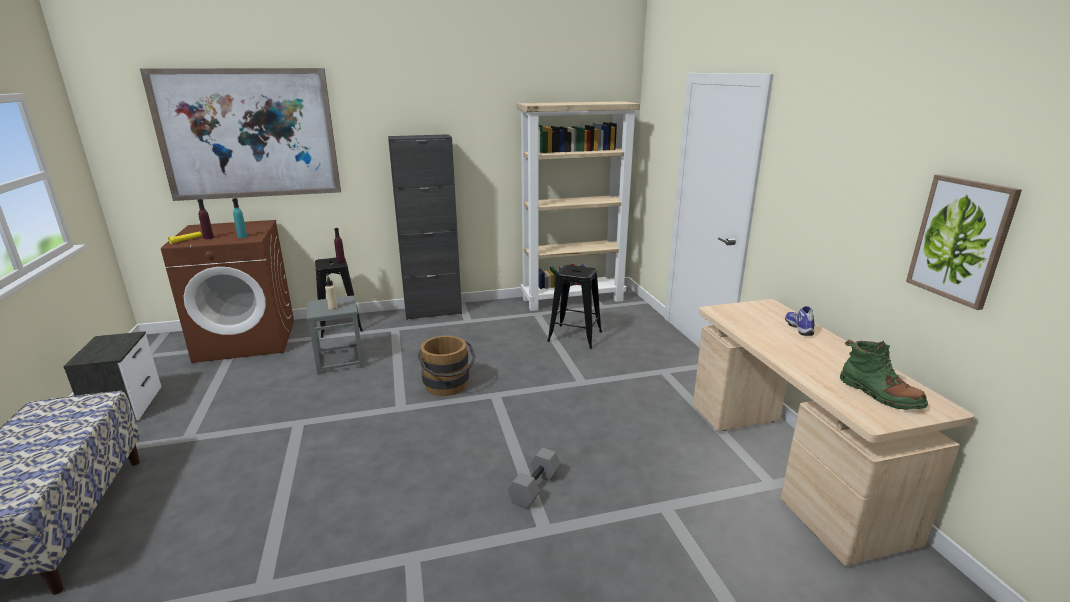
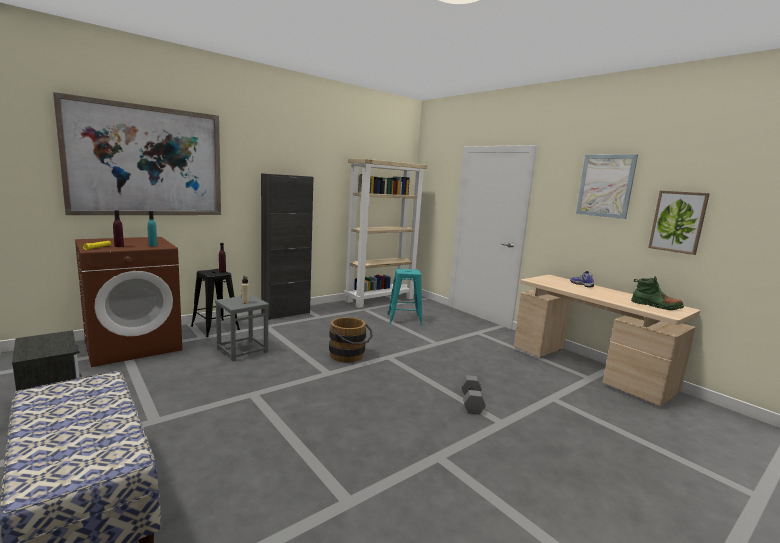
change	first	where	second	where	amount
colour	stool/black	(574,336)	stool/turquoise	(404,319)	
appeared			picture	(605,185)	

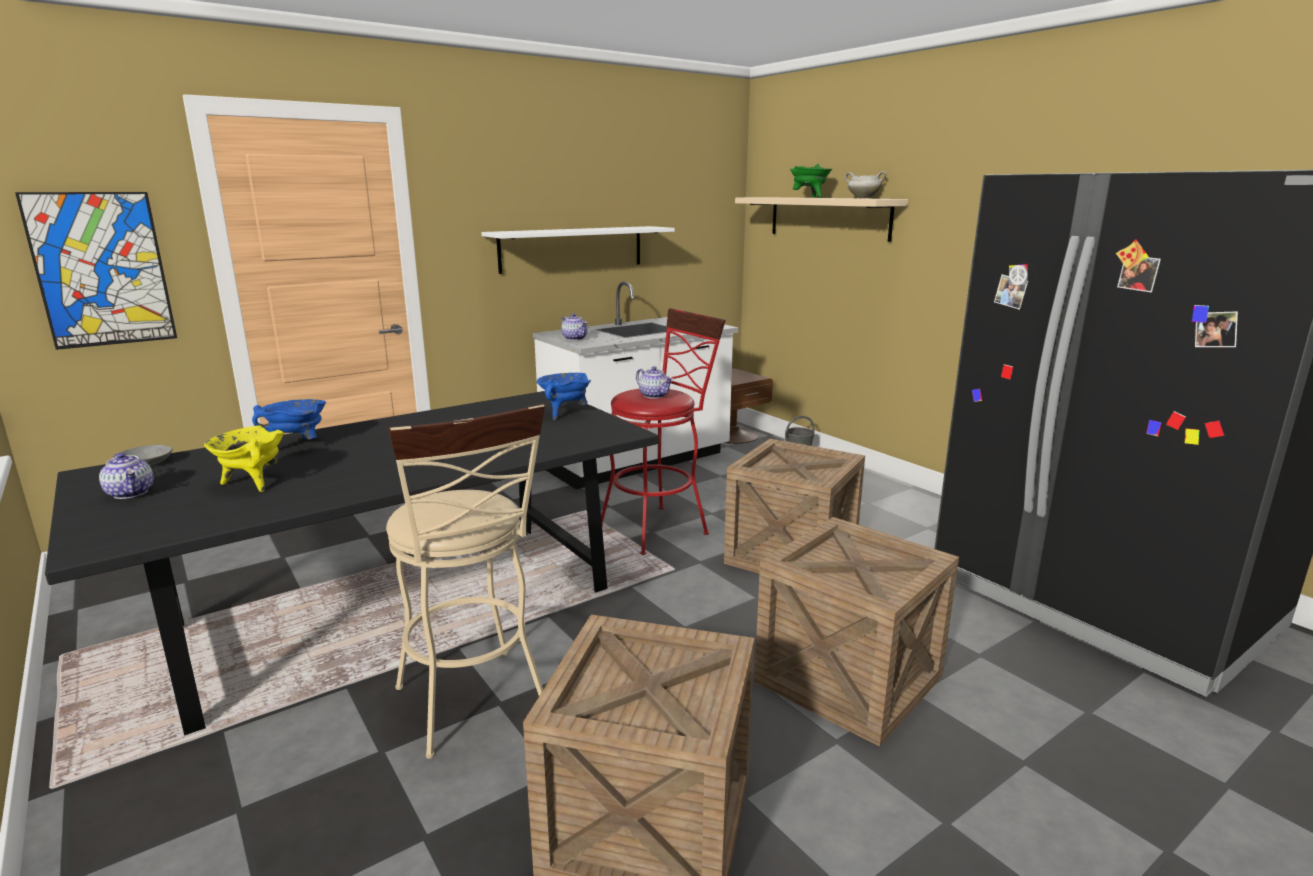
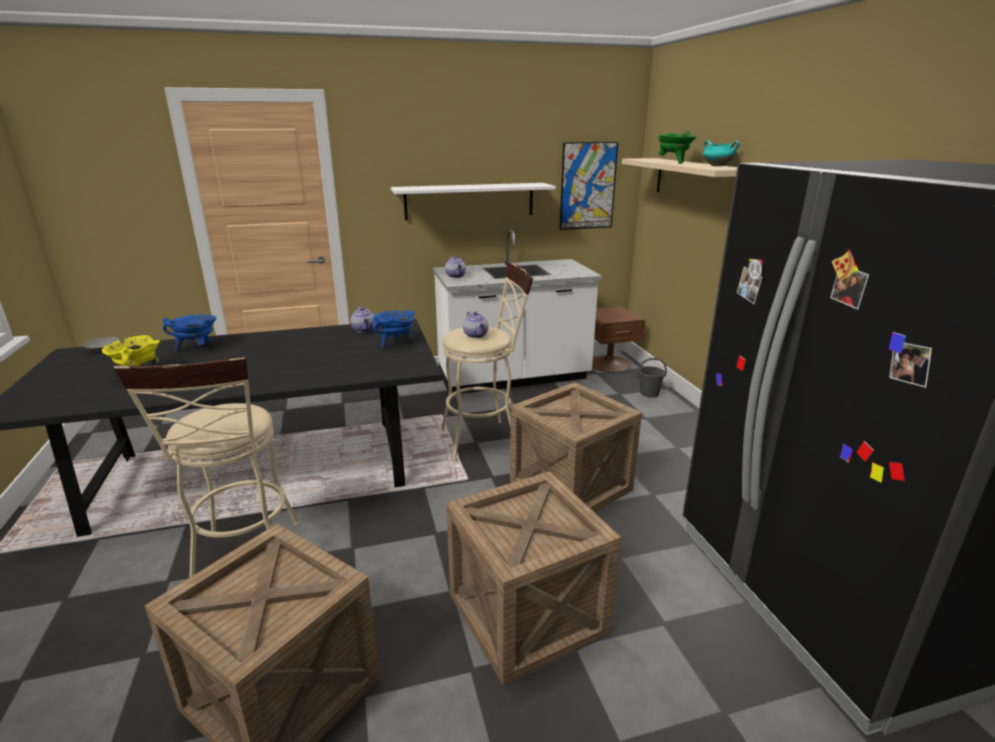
change	first	where	second	where	amount
relocated	picture	(101,270)		(588,186)	
relocated	teapot	(131,493)		(364,330)	
colour	stool/red	(660,527)	stool/beige	(486,439)	
colour	cooking pot/white	(863,198)	cooking pot/turquoise	(717,166)	

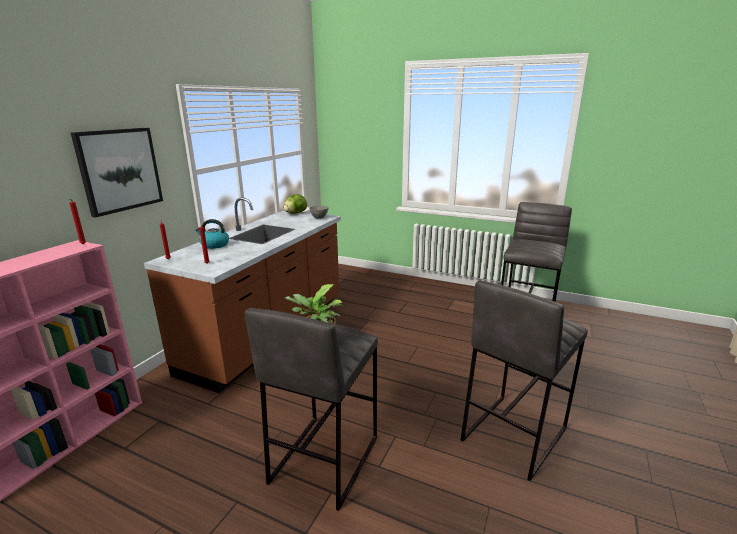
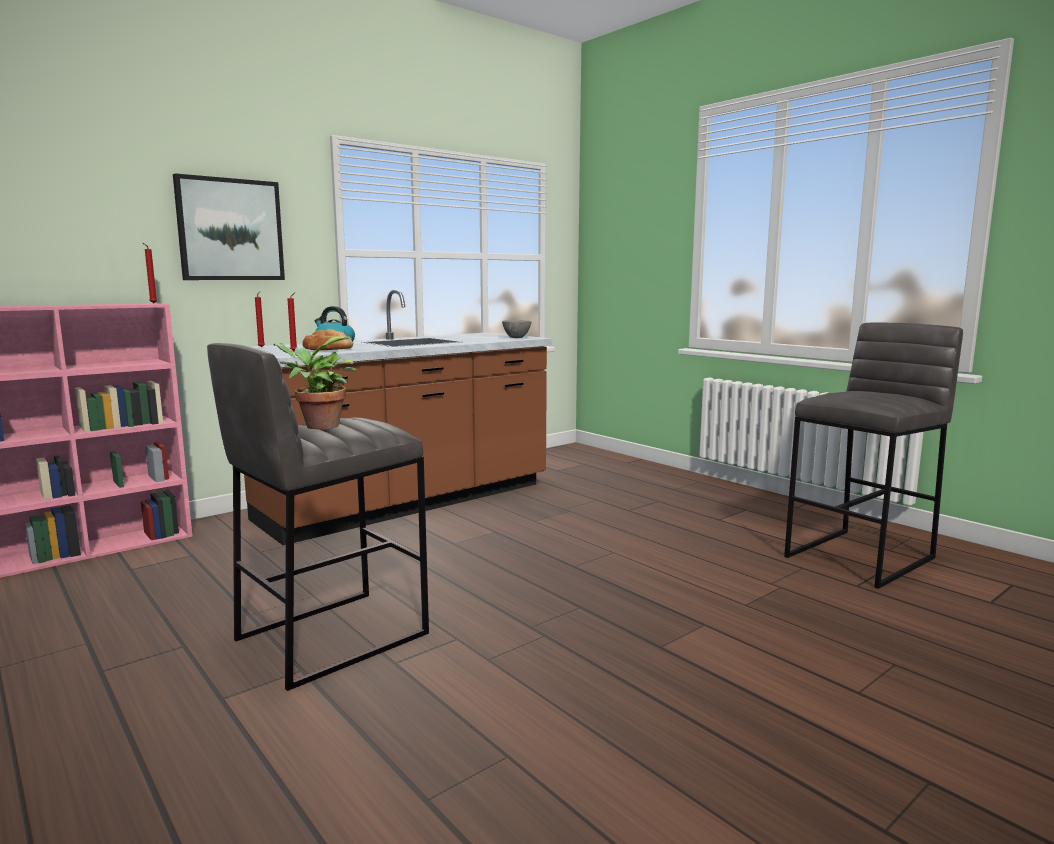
change	first	where	second	where	amount
missing	lettuce	(295,213)			
missing	stool/grey	(512,434)			
appeared			bread	(328,349)	

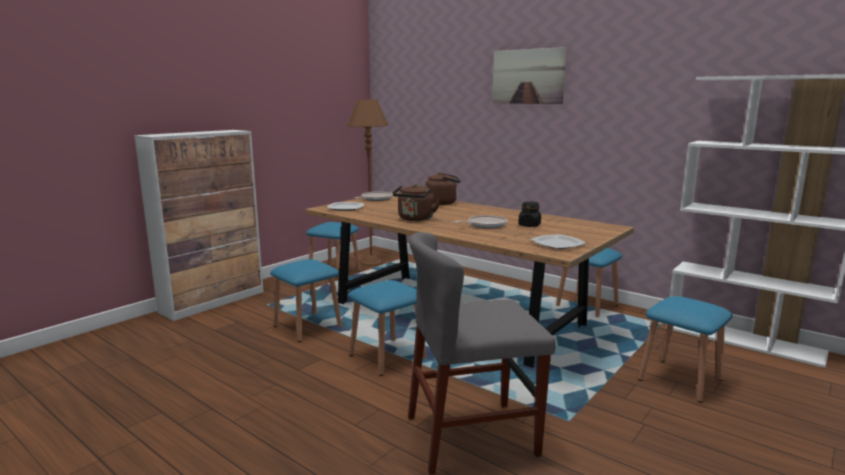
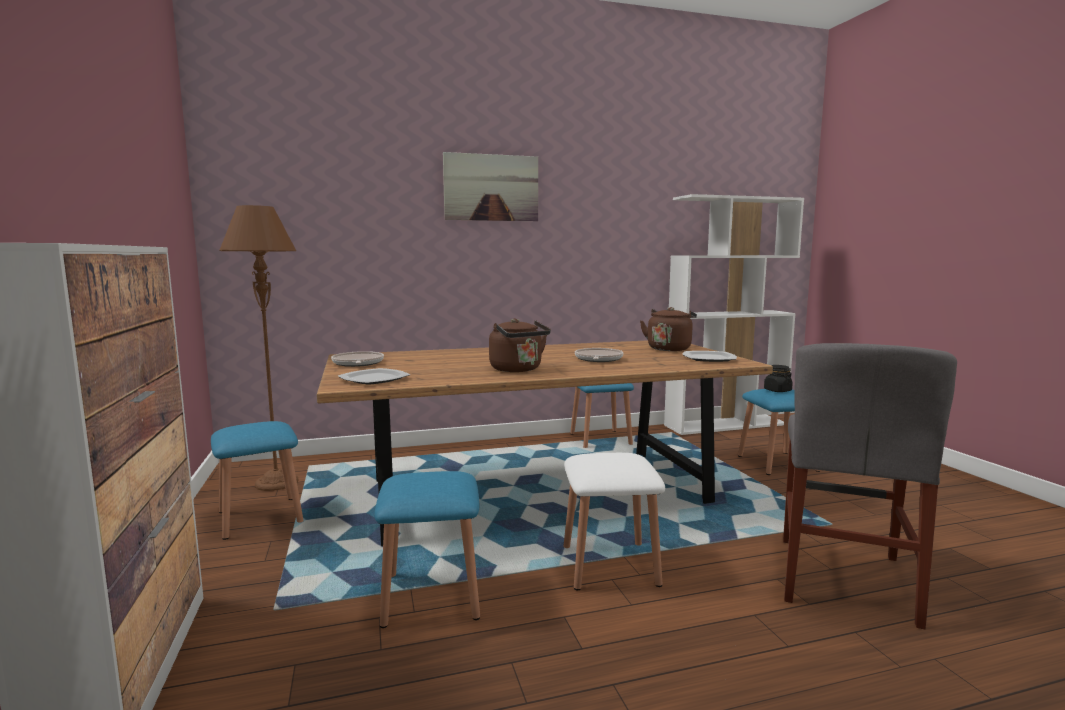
change	first	where	second	where	amount
colour	stool/blue	(387,356)	stool/white	(609,565)	
relocated	kettle/brown	(443,203)		(669,348)	
relocated	jar/black	(529,225)		(777,390)	

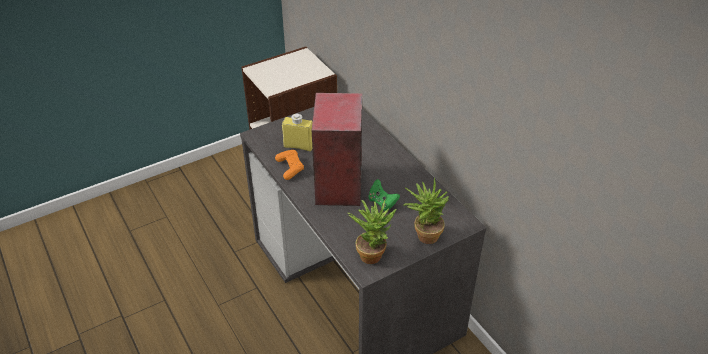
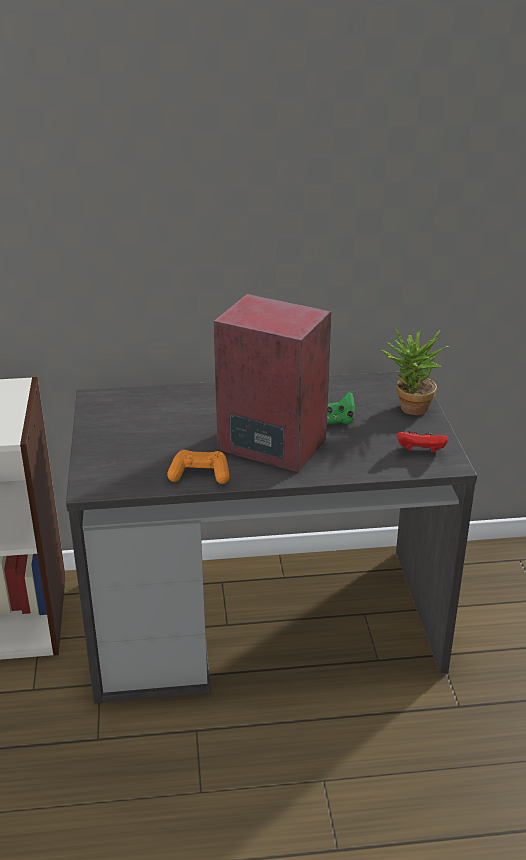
change	first	where	second	where	amount
missing	bottle/yellow	(298,146)			
exchanged	potted plant	(372,253)	game controller/red	(420,452)	

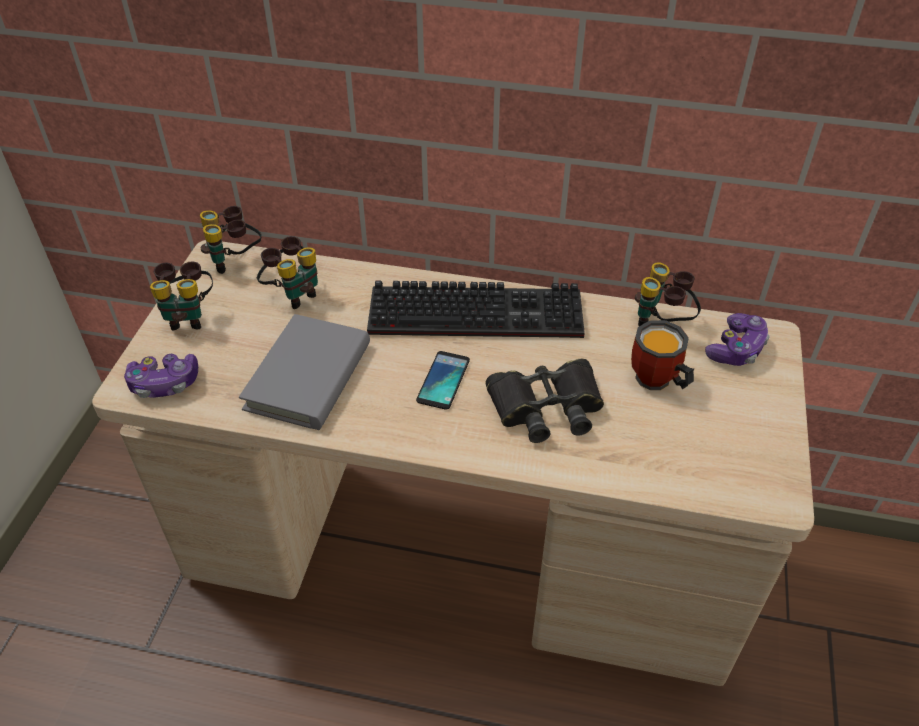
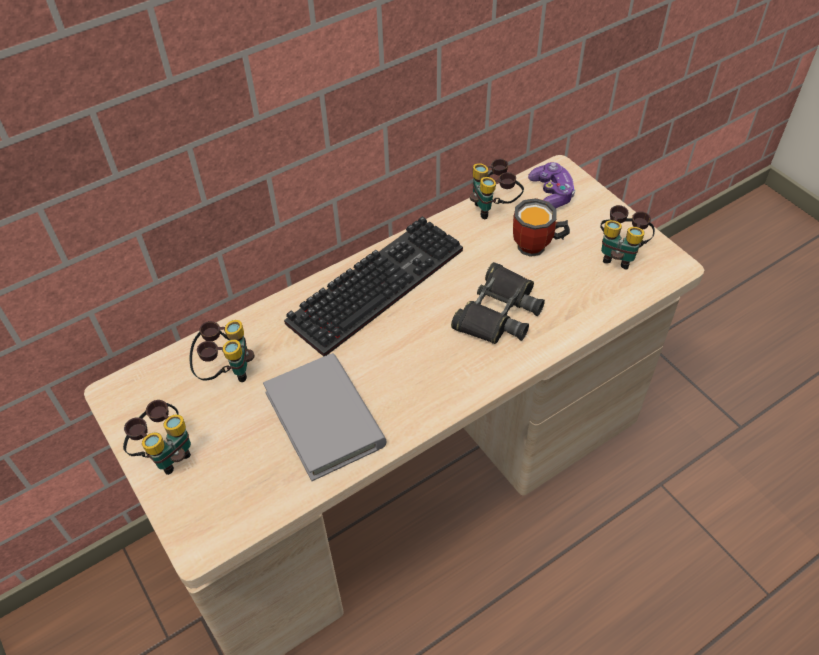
change	first	where	second	where	amount
missing	game controller	(164,384)			
relocated	binoculars	(236,262)		(619,254)	
missing	phone	(443,380)			

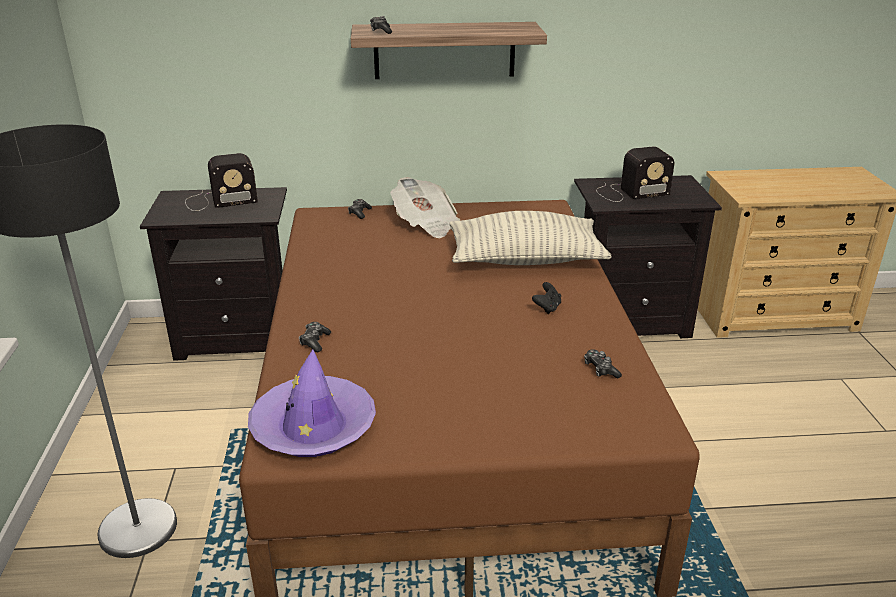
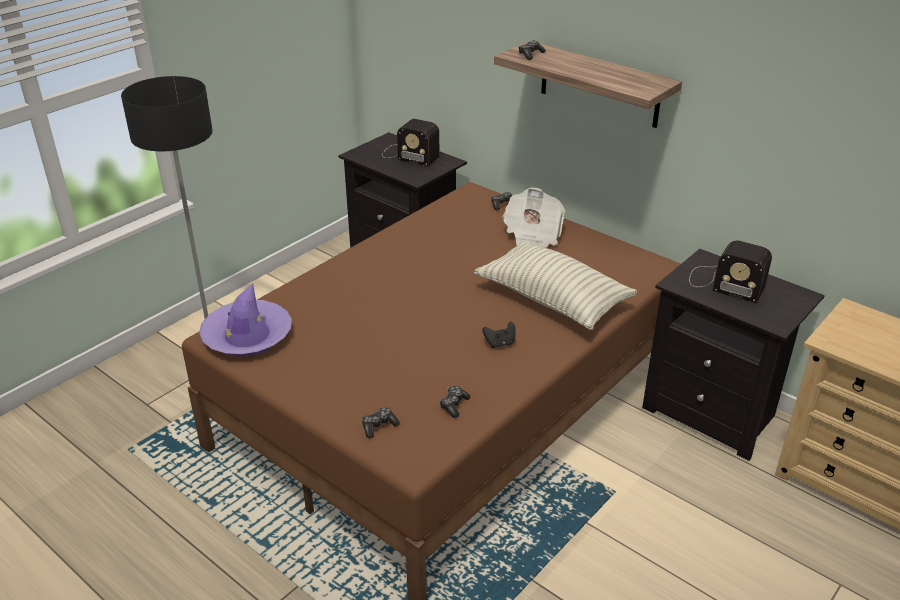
change	first	where	second	where	amount
relocated	game controller	(315,342)		(379,426)	

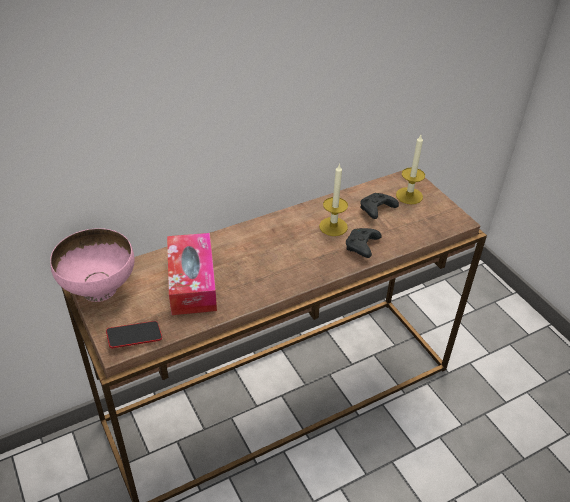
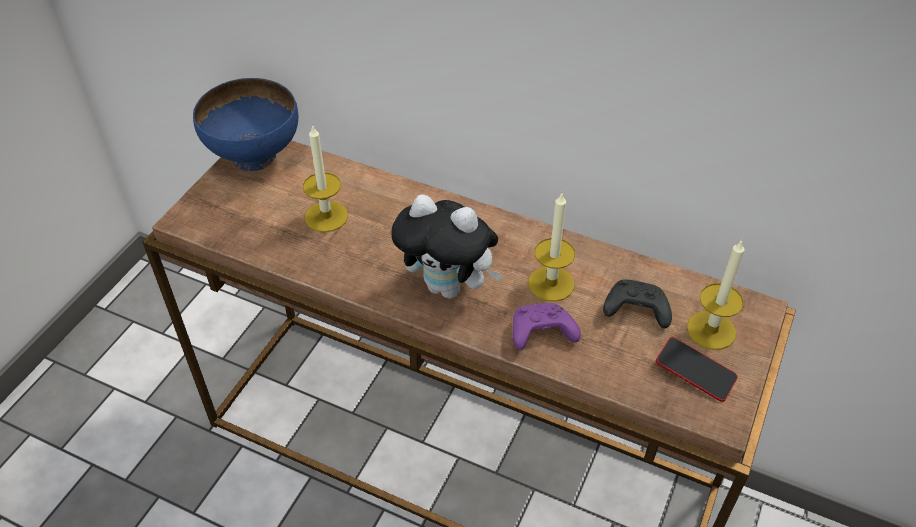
change	first	where	second	where	amount
colour	bowl/pink	(100,288)	bowl/blue	(255,156)	
relocated	phone	(134,337)		(695,372)	
exchanged	tissue box	(192,282)	candle	(326,216)	
colour	game controller/black	(362,247)	game controller/purple	(540,334)	
appeared			plush toy	(449,287)	

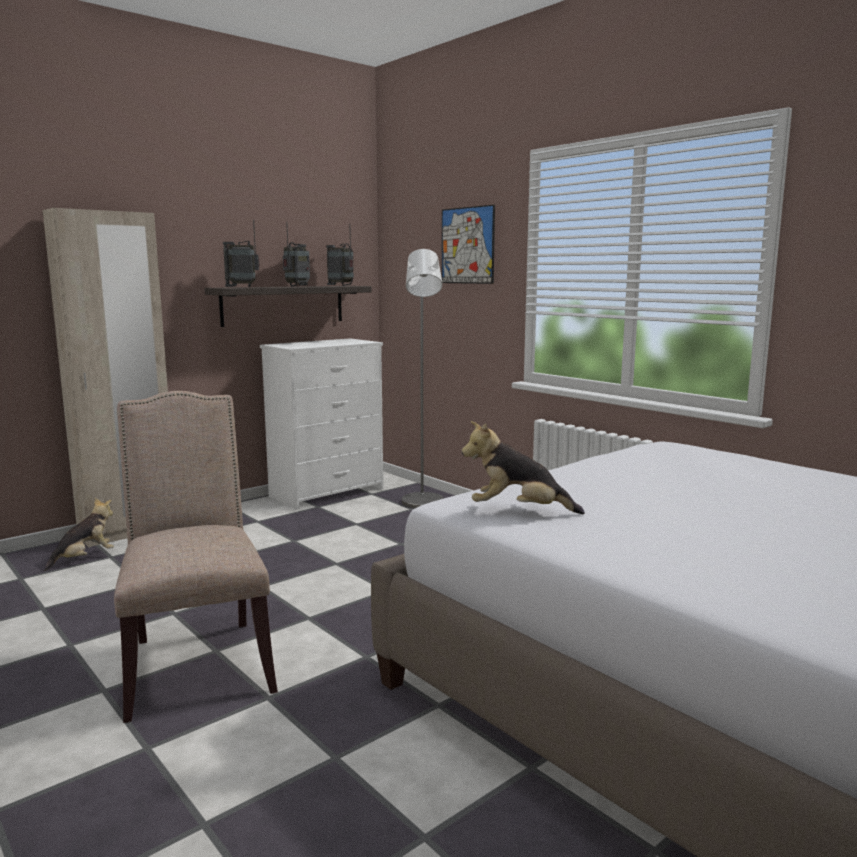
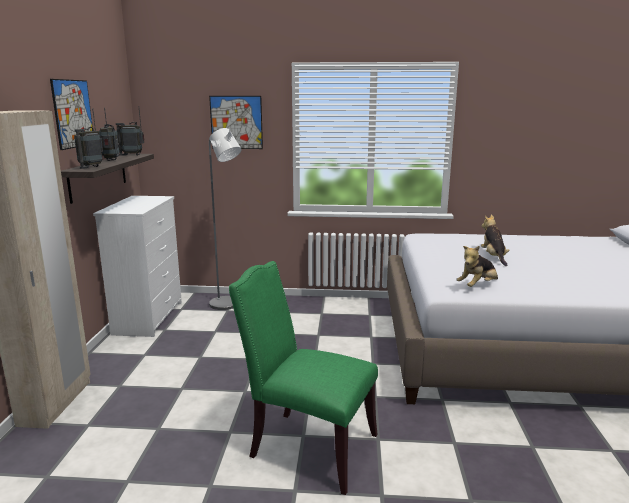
change	first	where	second	where	amount
relocated	plush toy	(85,558)		(493,257)	
colour	chair/beige	(197,662)	chair/green	(308,446)	
appeared			picture	(73,113)	

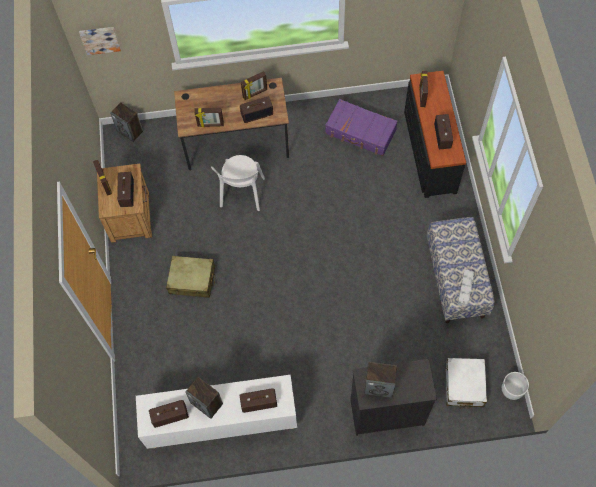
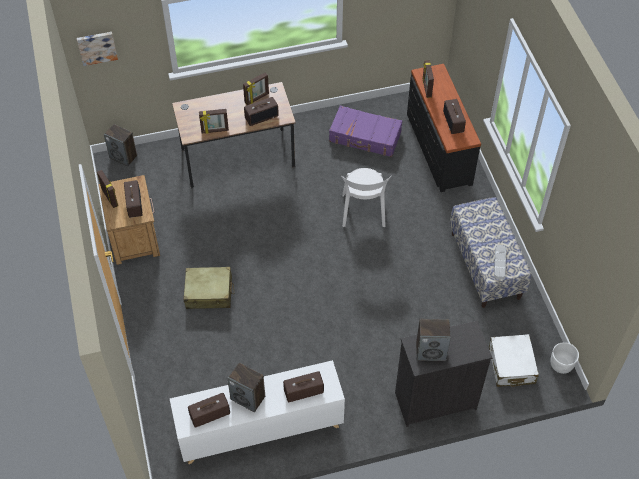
change	first	where	second	where	amount
relocated	chair/white	(242,194)		(363,212)	

